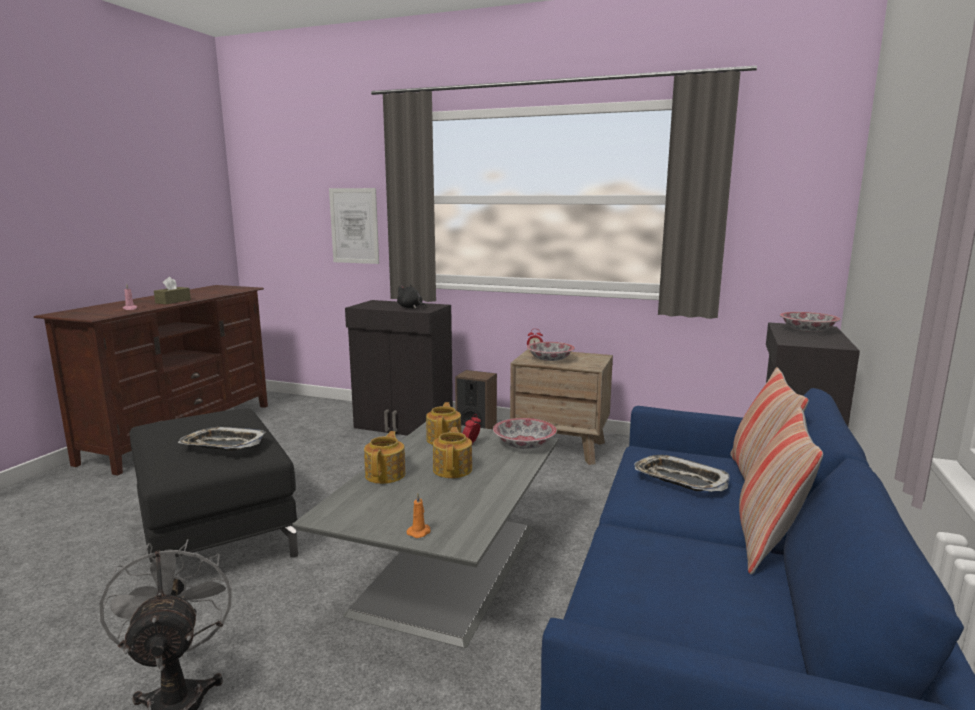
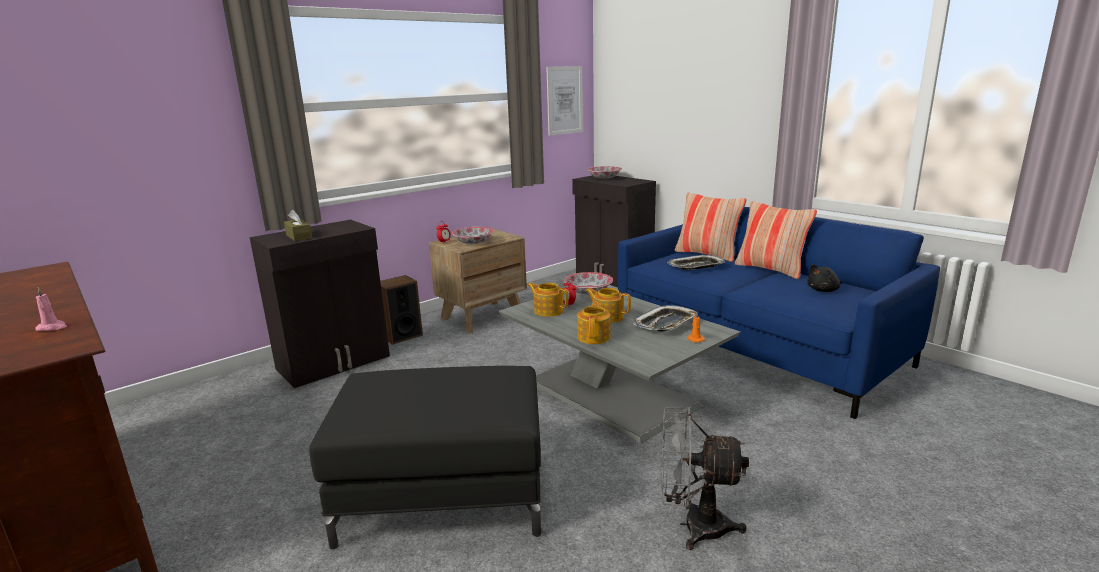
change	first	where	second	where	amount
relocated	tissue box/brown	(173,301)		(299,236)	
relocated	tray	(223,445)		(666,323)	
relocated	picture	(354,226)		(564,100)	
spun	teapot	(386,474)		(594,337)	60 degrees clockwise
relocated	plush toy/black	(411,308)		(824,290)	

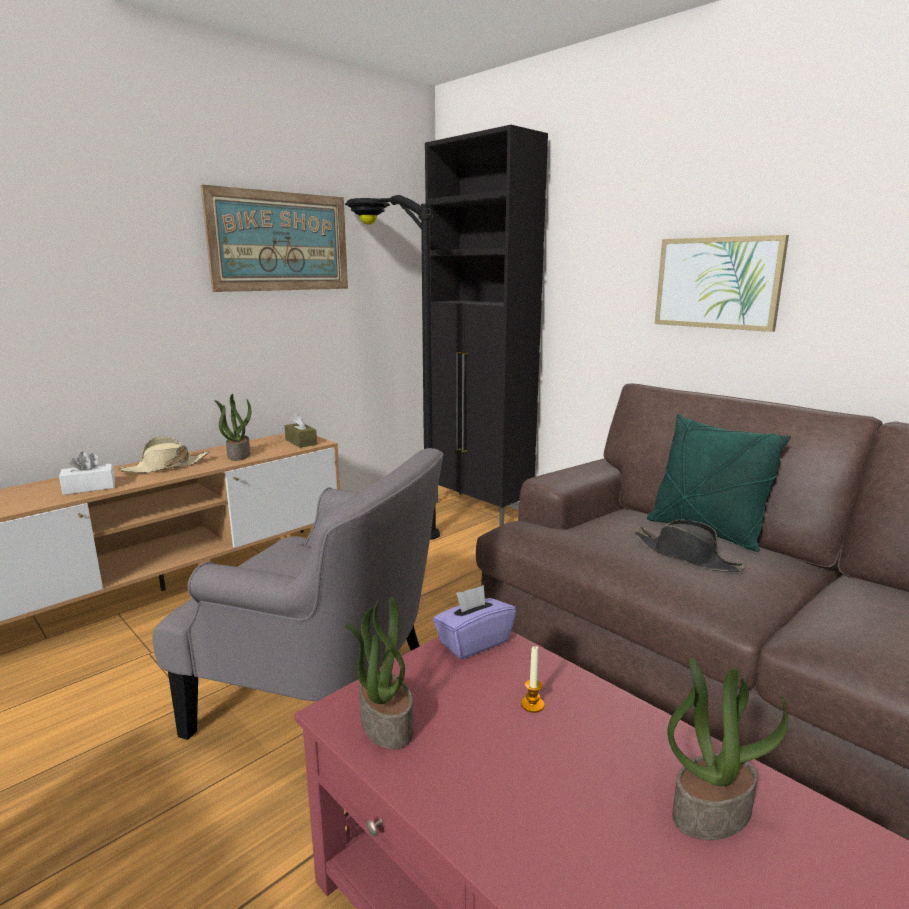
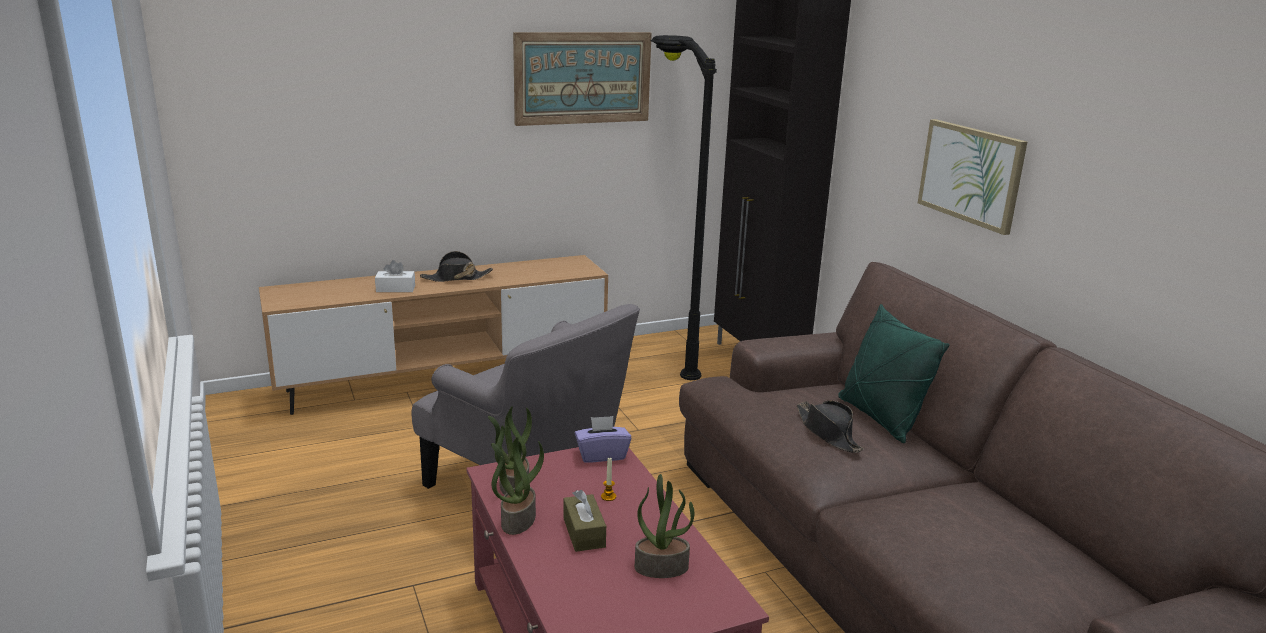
change	first	where	second	where	amount
colour	hat/beige	(166,467)	hat/black	(456,278)	
relocated	potted plant	(238,455)		(518,519)	
relocated	tissue box/brown	(301,442)		(584,532)	

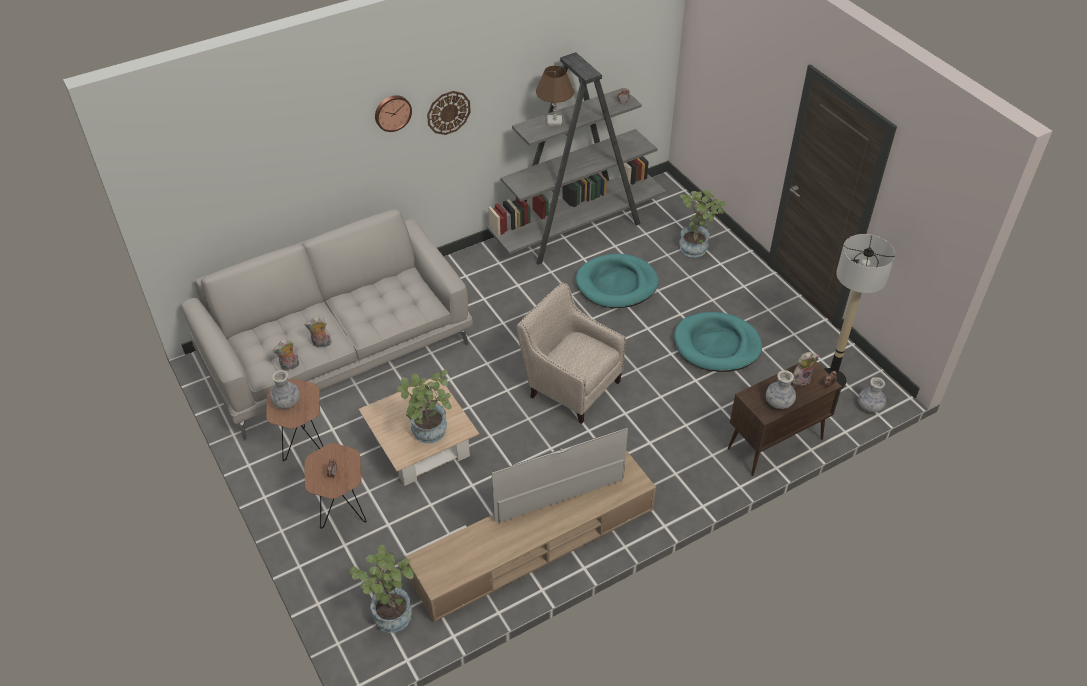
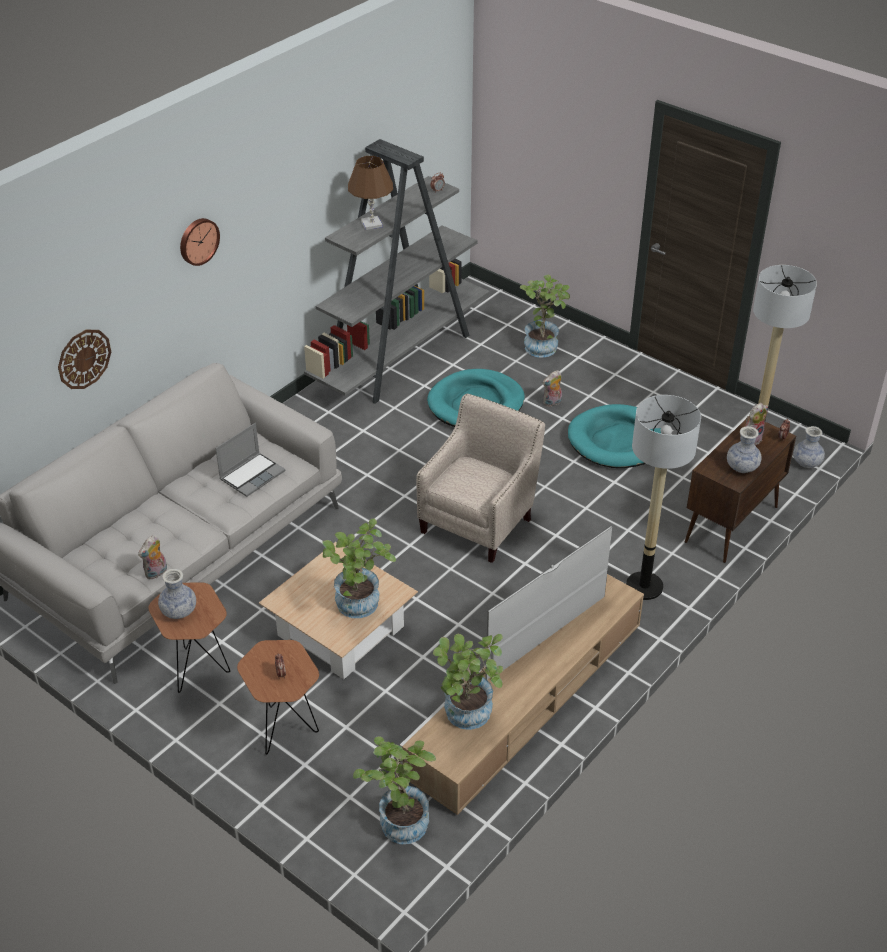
change	first	where	second	where	amount
relocated	plush toy	(321,344)		(552,403)	
relocated	wall clock	(448,112)		(84,358)	
spun	armchair/beige	(571,385)		(480,521)	105 degrees clockwise
appeared			laptop	(252,475)	
appeared			potted plant	(467,717)	
appeared			floor lamp	(644,586)	

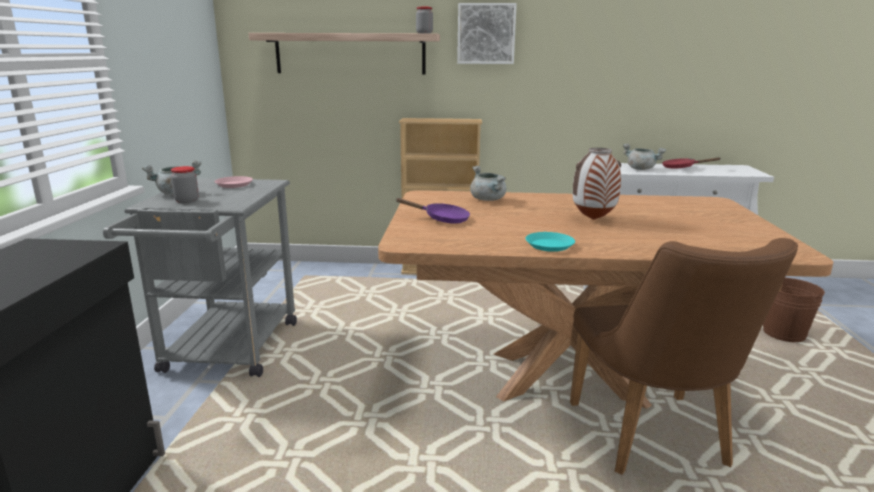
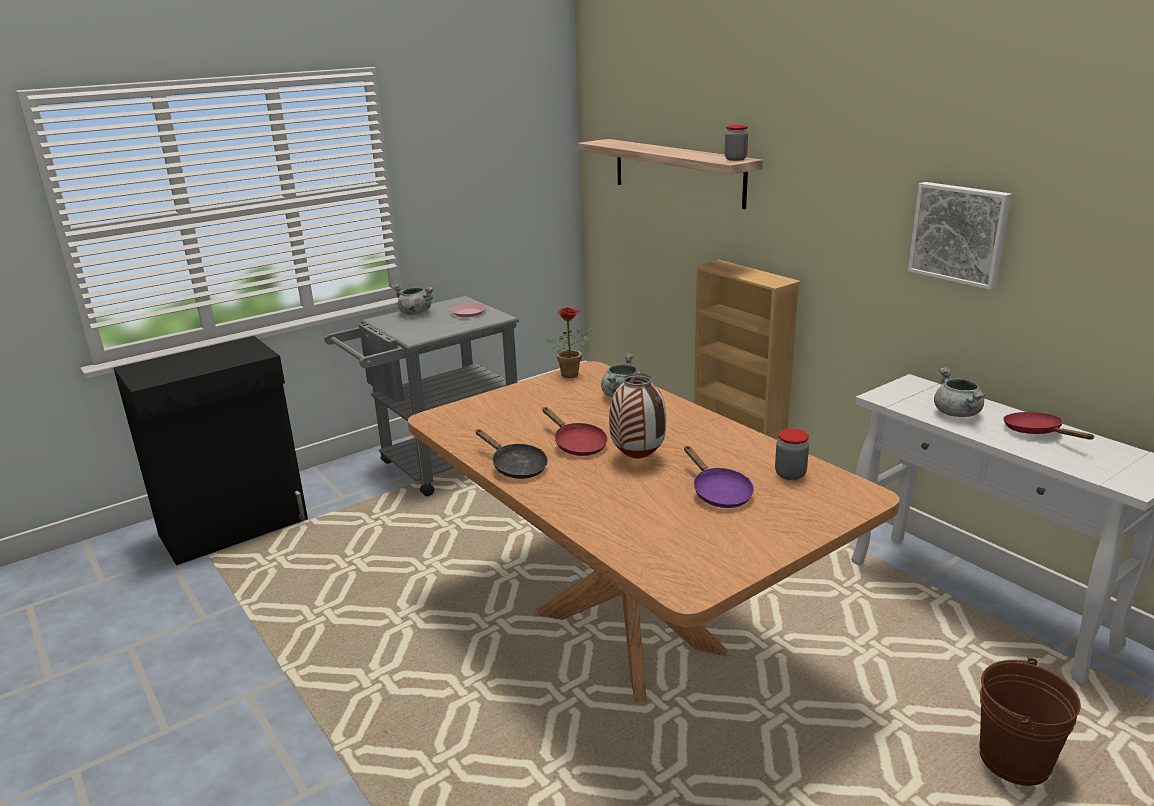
change	first	where	second	where	amount
relocated	jar	(187,201)		(790,474)	
relocated	frying pan/purple	(442,219)		(718,493)	
relocated	picture	(486,34)		(960,233)	
exchanged	plate/turquoise	(549,245)	frying pan/black	(515,467)	
missing	chair/brown	(654,442)			
appeared			frying pan/red	(577,444)	
appeared			potted plant	(573,373)	

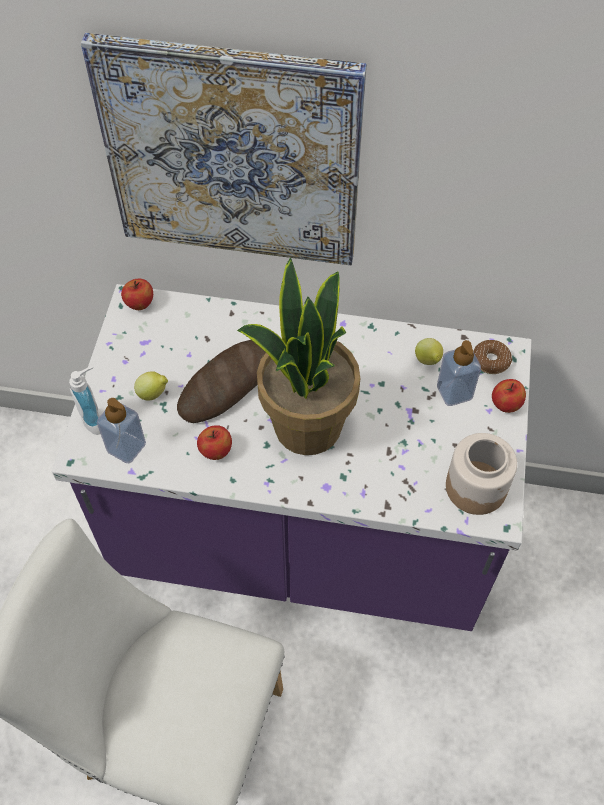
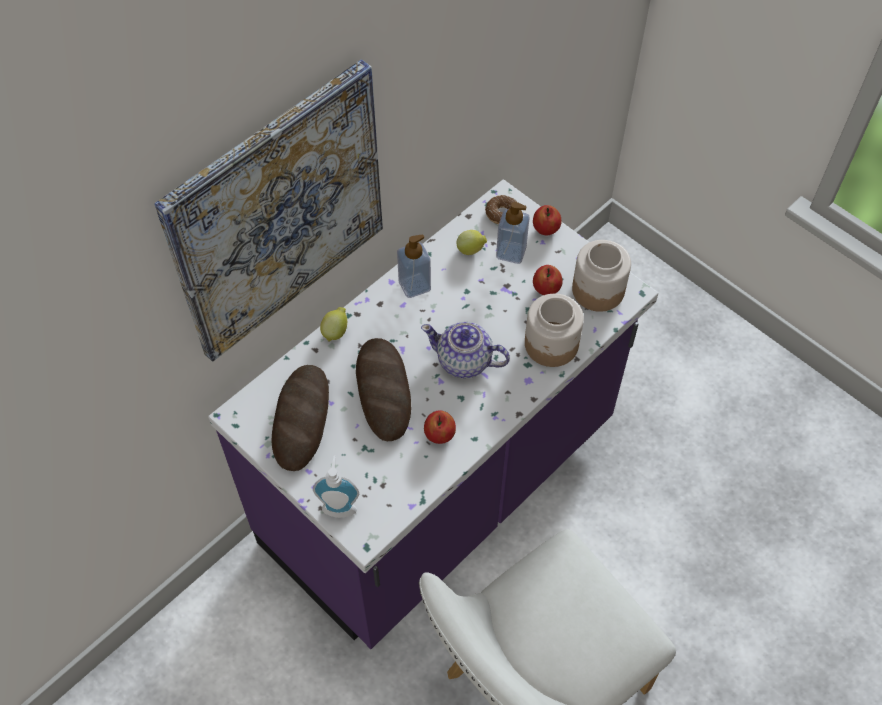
change	first	where	second	where	amount
relocated	soap dispenser	(126,447)		(414,285)	
relocated	apple	(139,304)		(546,289)	
relocated	lemon	(153,394)		(336,331)	
exchanged	potted plant	(306,425)	teapot	(465,361)	
appeared			bread	(302,420)	
appeared			jar	(551,345)	

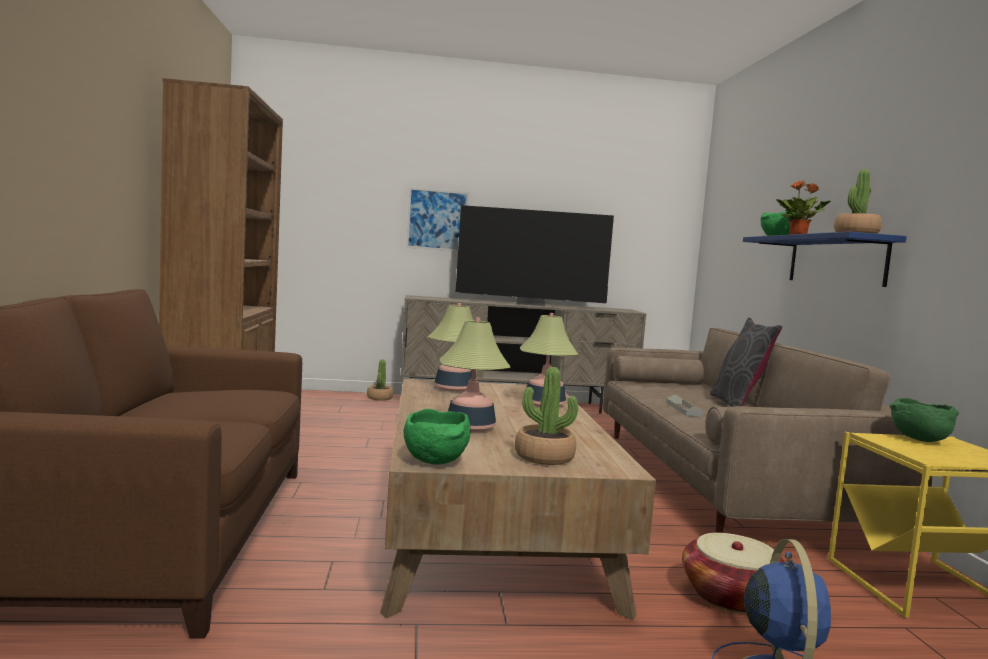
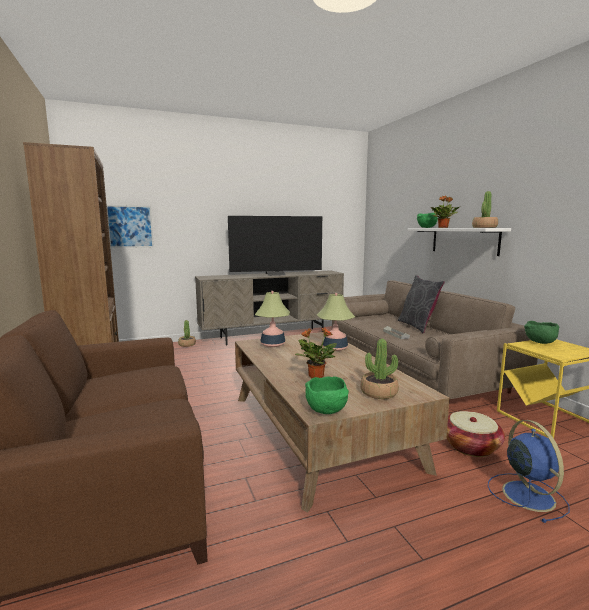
change	first	where	second	where	amount
relocated	picture	(437,220)		(130,226)	
exchanged	table lamp	(470,427)	potted plant	(315,376)	
colour	shelf/blue	(835,260)	shelf/white	(464,240)	

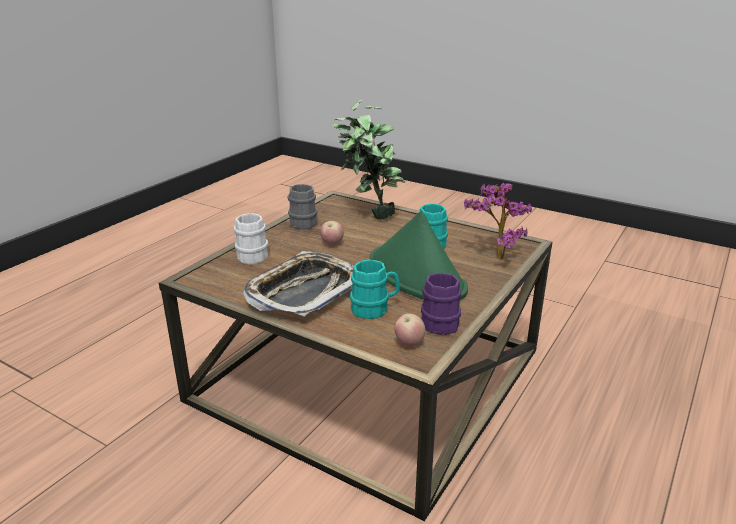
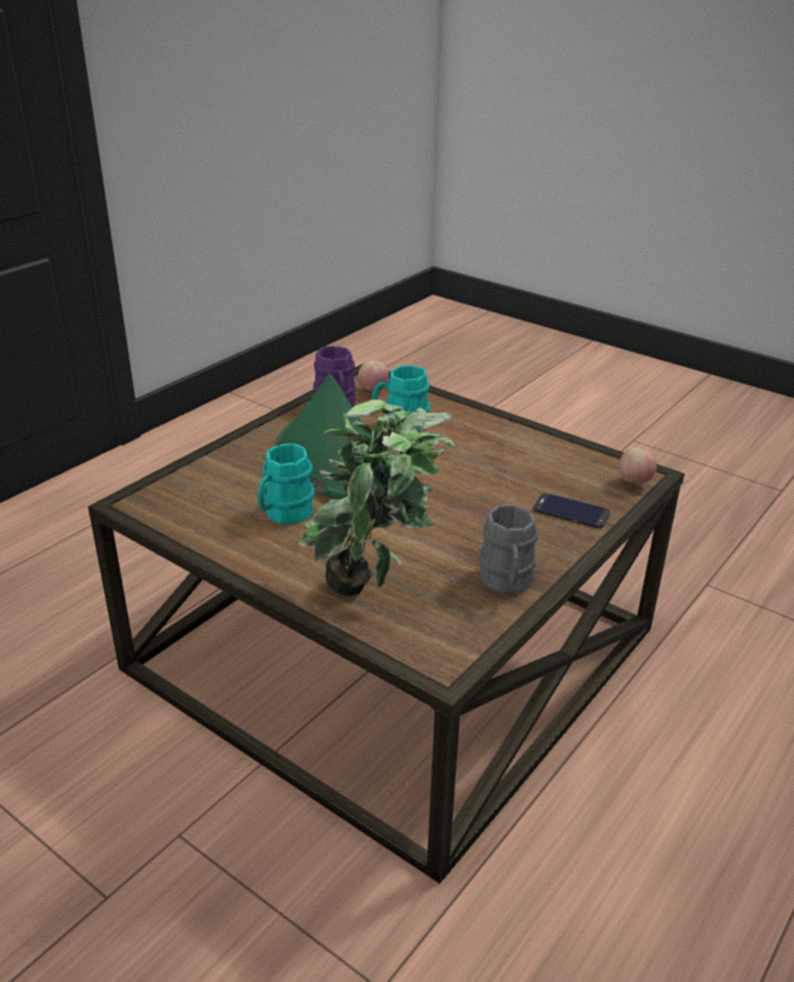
change	first	where	second	where	amount
exchanged	mug/white	(255,254)	phone	(571,511)	
missing	tray	(304,291)			
relocated	apple	(332,244)		(634,482)	
missing	potted plant	(494,256)			

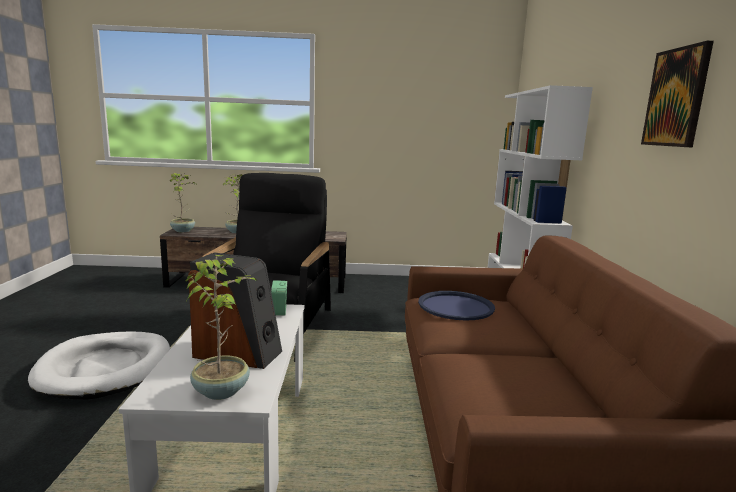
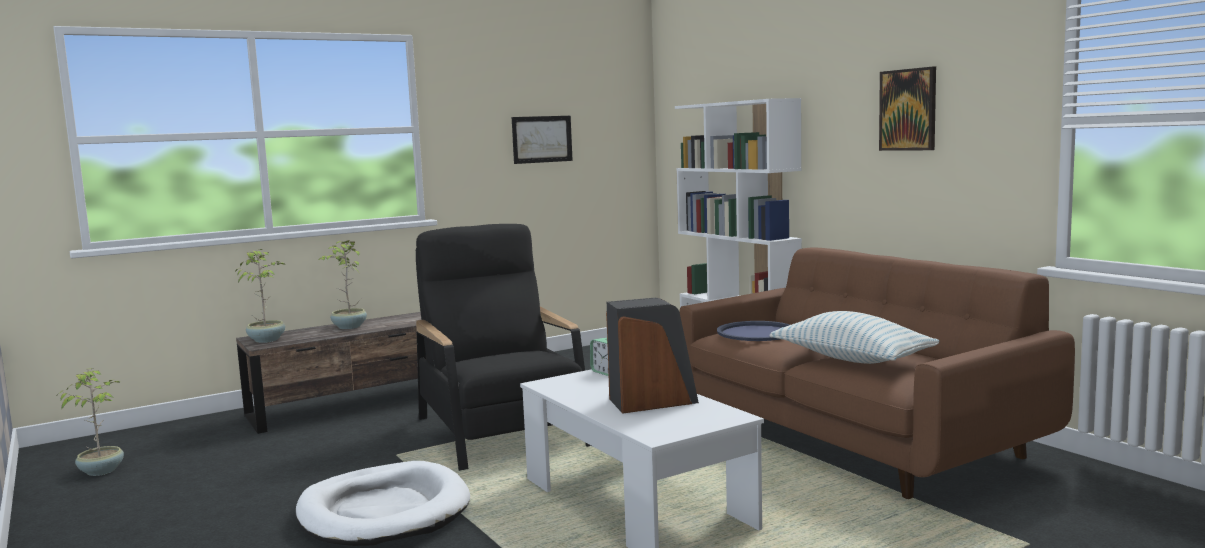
change	first	where	second	where	amount
relocated	potted plant	(222,390)		(101,471)	
appeared			picture	(542,139)	
appeared			pillow	(851,359)	

